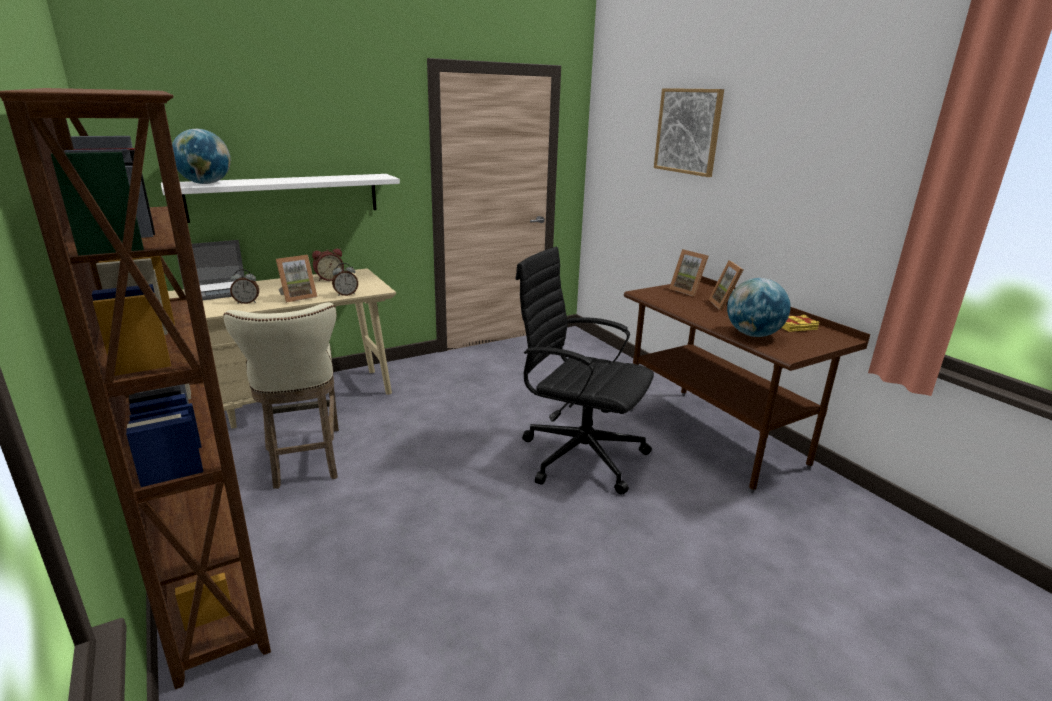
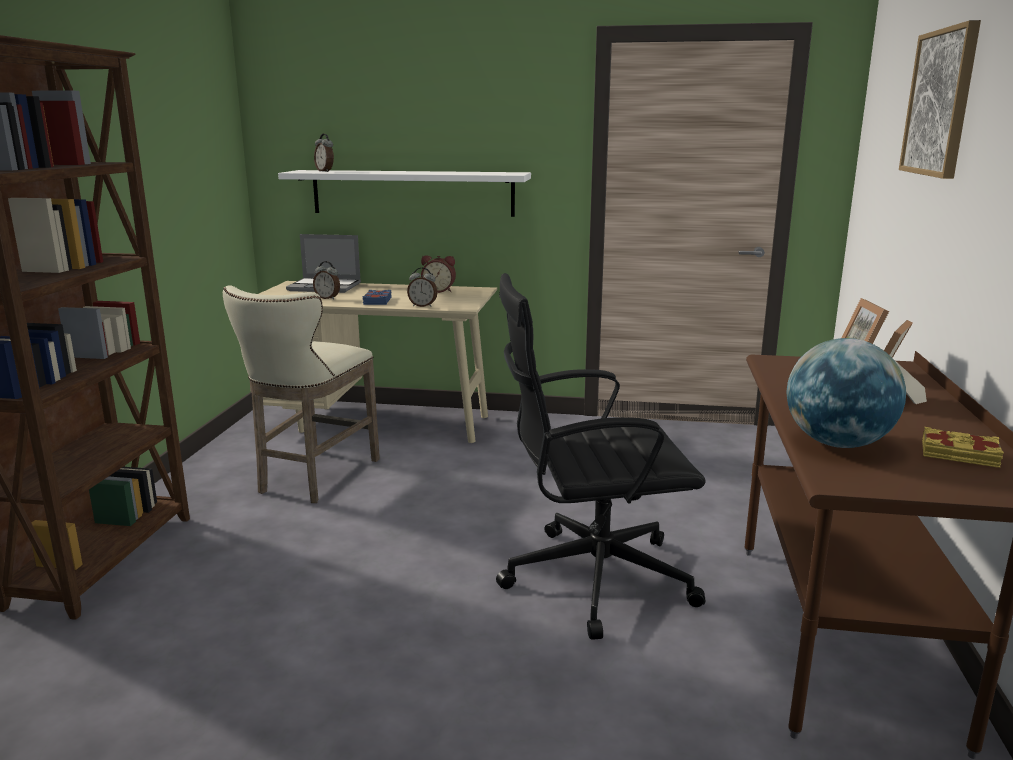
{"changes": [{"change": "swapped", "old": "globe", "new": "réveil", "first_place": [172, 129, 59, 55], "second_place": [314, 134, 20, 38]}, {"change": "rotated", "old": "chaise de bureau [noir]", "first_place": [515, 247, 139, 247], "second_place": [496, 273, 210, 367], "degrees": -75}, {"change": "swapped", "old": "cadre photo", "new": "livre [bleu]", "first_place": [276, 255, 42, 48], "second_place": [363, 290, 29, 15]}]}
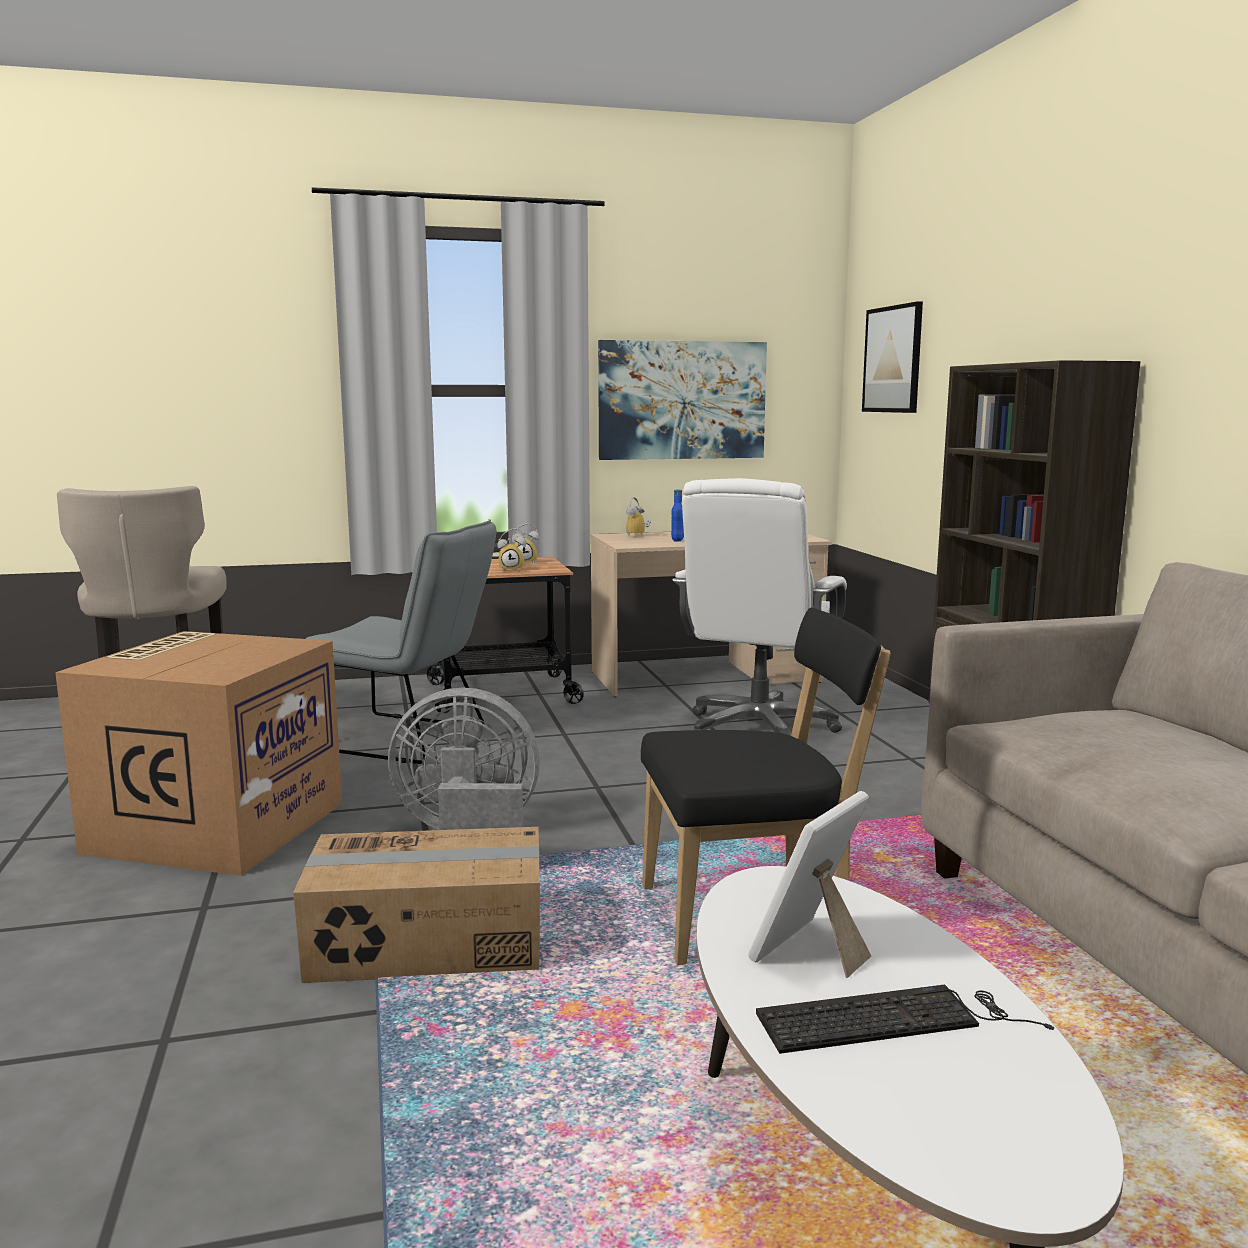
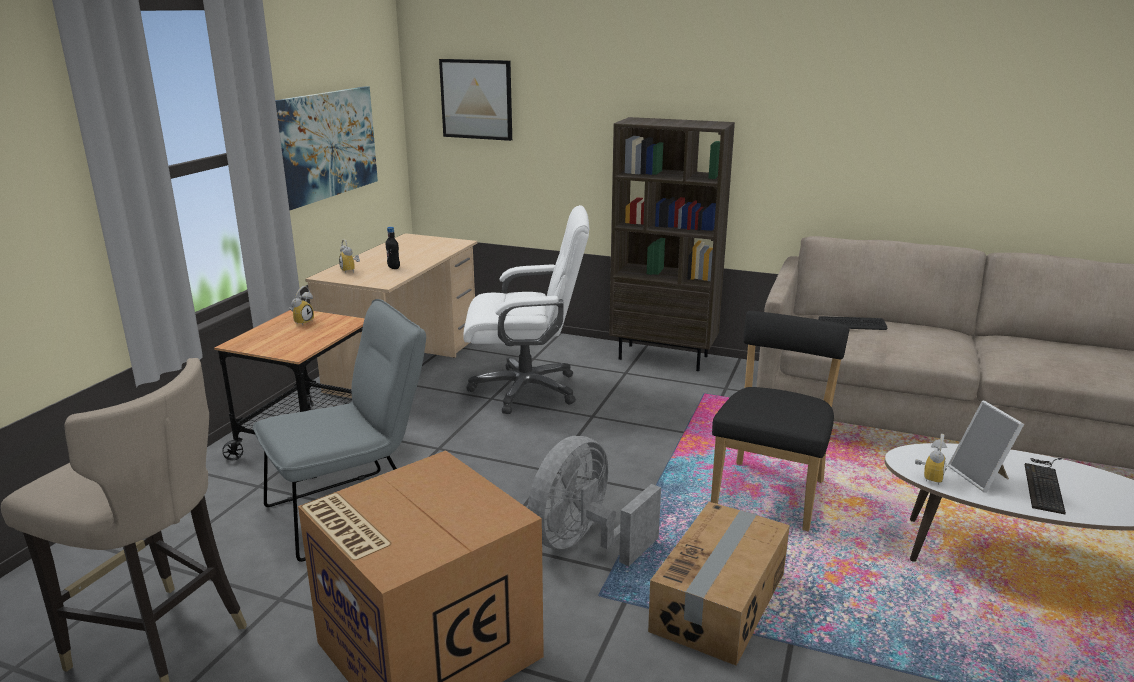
{"changes": [{"change": "rotated", "old": "chaise de bureau [blanc]", "first_place": [672, 478, 175, 258], "second_place": [463, 205, 126, 209], "degrees": -60}, {"change": "repainted", "old": "bouteille [bleu]", "new": "bouteille [noir]", "first_place": [671, 490, 13, 52], "second_place": [386, 227, 14, 42]}, {"change": "shifted", "old": "réveil", "first_place": [498, 528, 28, 44], "second_place": [915, 434, 32, 51]}, {"change": "new", "new": "clavier", "second_place": [818, 316, 69, 14]}]}
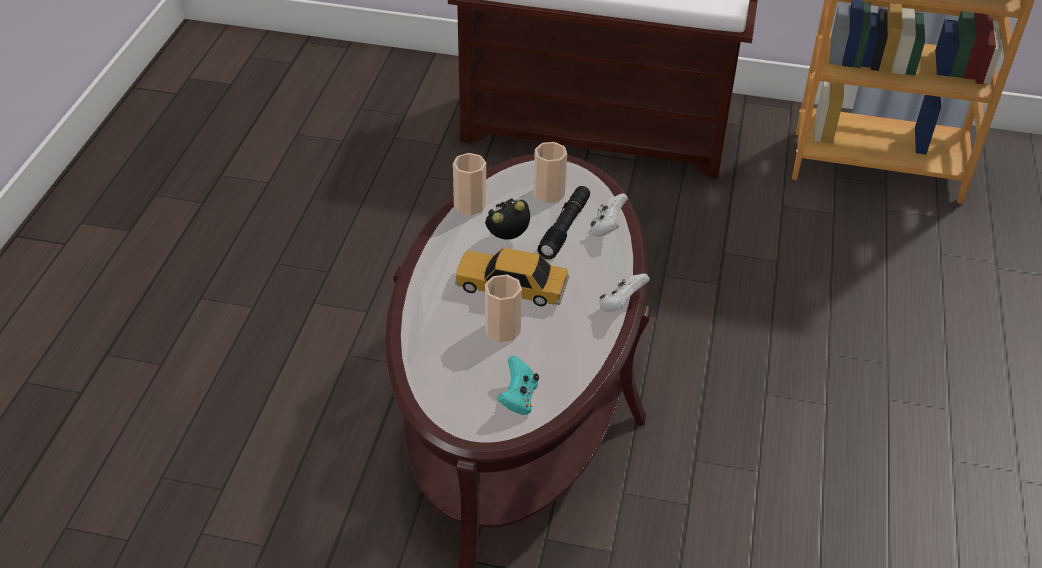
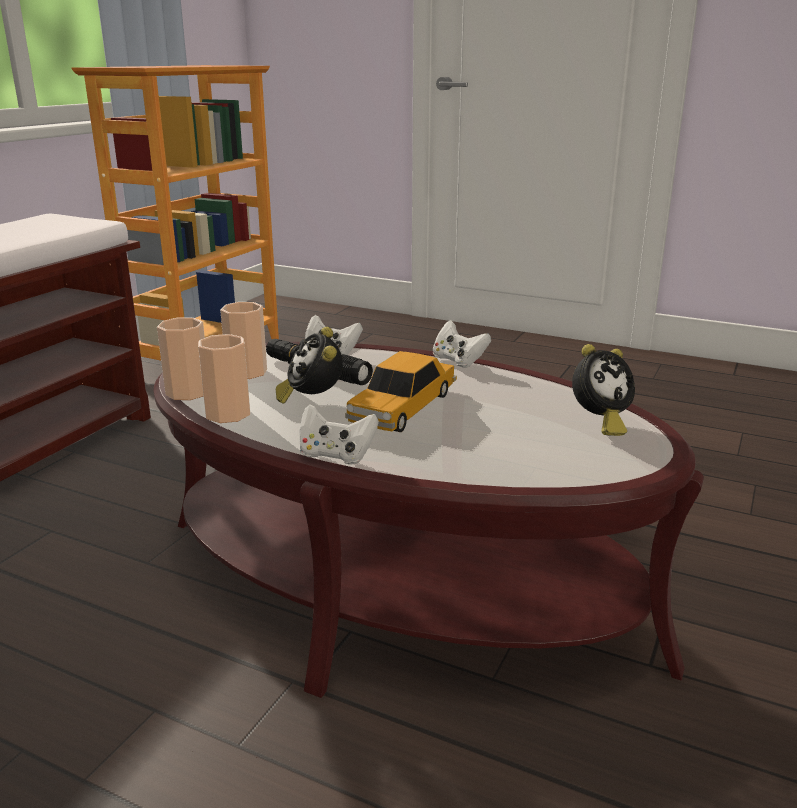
{"changes": [{"change": "shifted", "old": "tasse", "first_place": [485, 275, 37, 67], "second_place": [157, 318, 48, 82]}, {"change": "swapped", "old": "manette [turquoise]", "new": "réveil", "first_place": [497, 356, 42, 59], "second_place": [572, 344, 63, 92]}, {"change": "new", "new": "manette [blanc]", "second_place": [300, 404, 79, 61]}]}
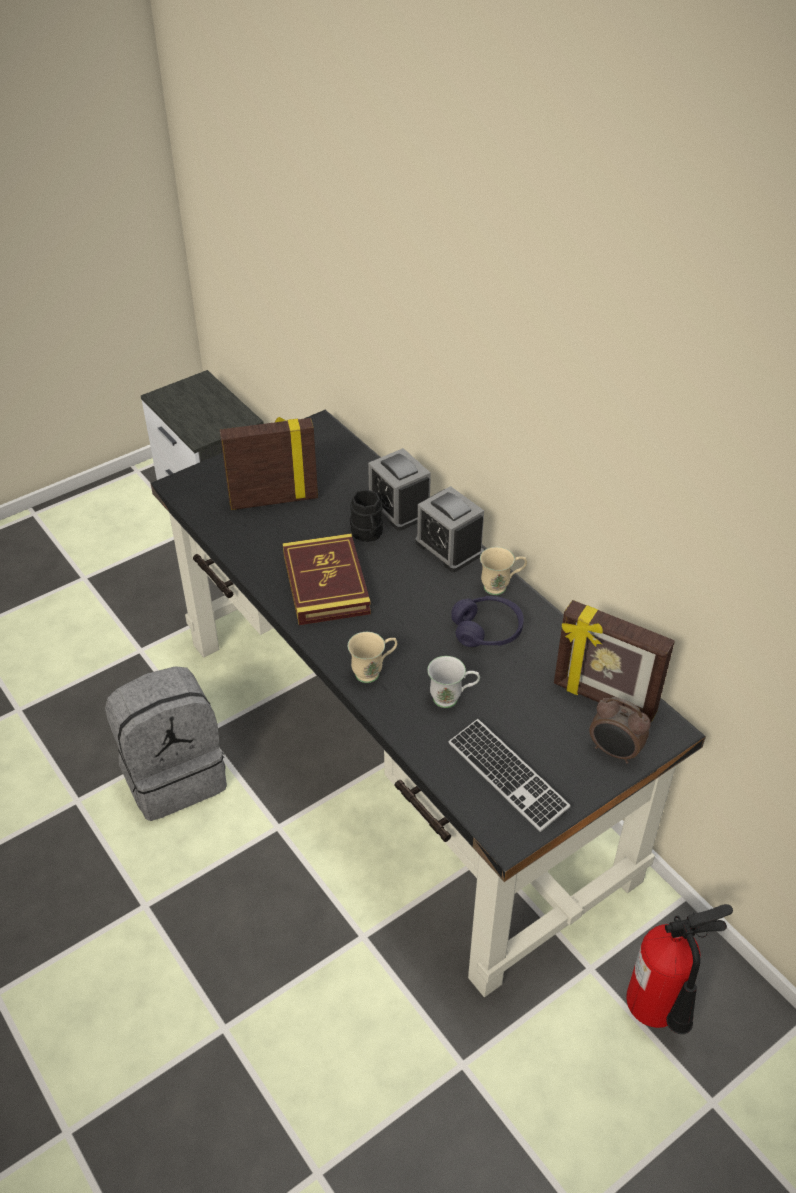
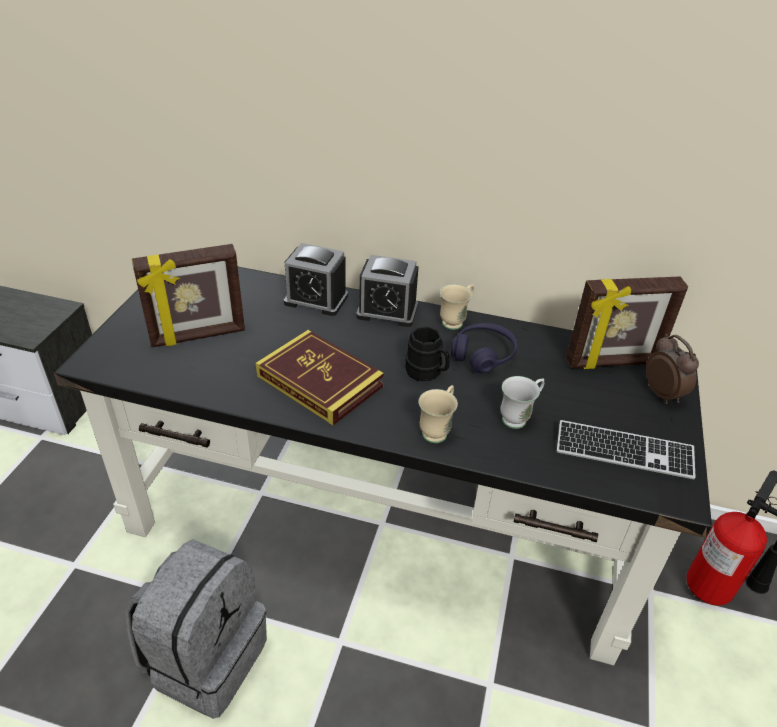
{"changes": [{"change": "rotated", "old": "cadre photo", "first_place": [220, 417, 98, 93], "second_place": [132, 244, 113, 104], "degrees": -150}, {"change": "shifted", "old": "mug [noir]", "first_place": [350, 490, 33, 52], "second_place": [405, 327, 45, 54]}, {"change": "rotated", "old": "réveil", "first_place": [589, 697, 62, 67], "second_place": [646, 334, 53, 70], "degrees": -105}]}
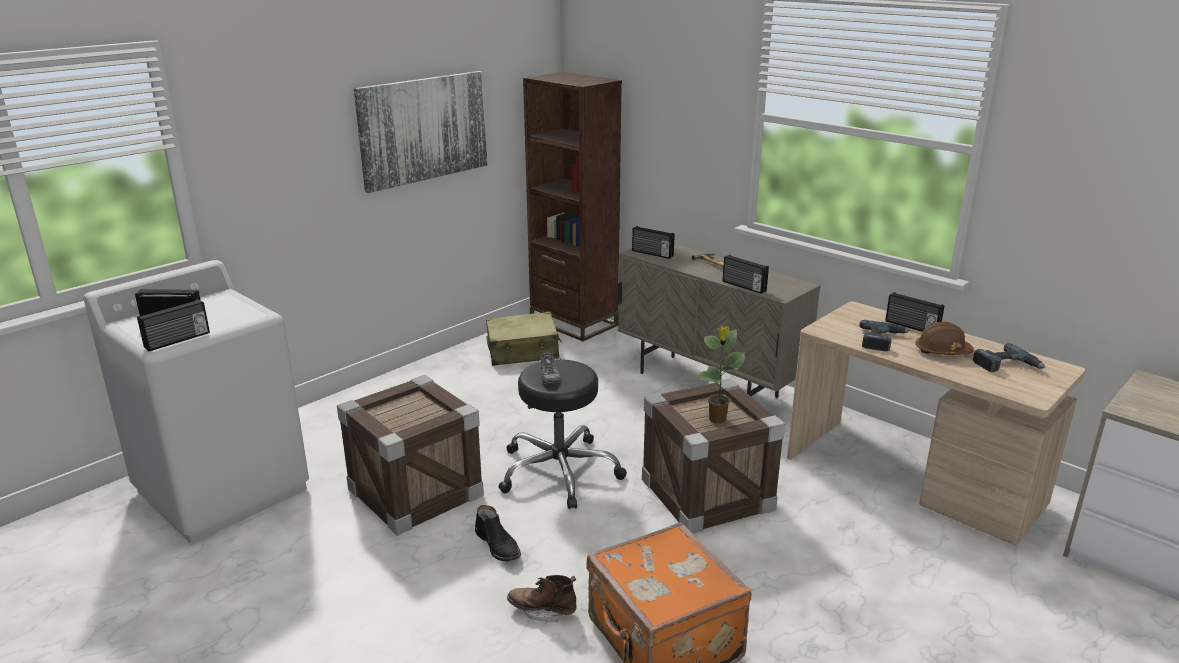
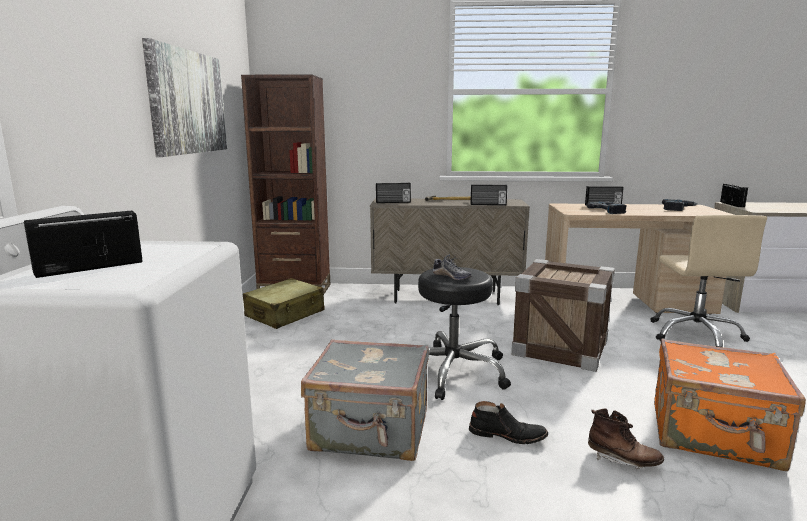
{"changes": [{"change": "shifted", "old": "radio", "first_place": [137, 299, 73, 52], "second_place": [720, 184, 28, 23]}, {"change": "gone", "old": "casque de chantier [marron]", "first_place": [916, 322, 58, 33]}, {"change": "gone", "old": "plante en pot", "first_place": [697, 326, 48, 97]}, {"change": "swapped", "old": "caisse", "new": "valise [gris]", "first_place": [337, 375, 147, 161], "second_place": [301, 339, 128, 122]}, {"change": "rotated", "old": "botte [marron]", "first_place": [507, 575, 70, 47], "second_place": [588, 409, 76, 60], "degrees": -120}, {"change": "new", "new": "chaise de bureau [beige]", "second_place": [650, 215, 117, 132]}]}
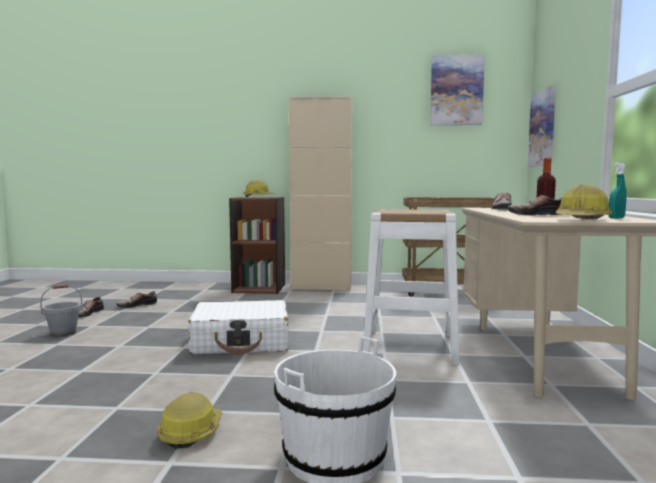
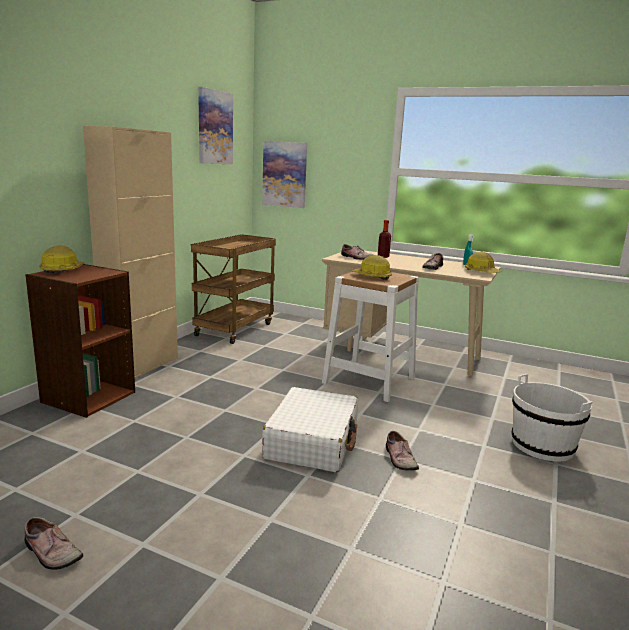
{"changes": [{"change": "gone", "old": "seau [gris]", "first_place": [40, 285, 43, 52]}, {"change": "shifted", "old": "chaussure", "first_place": [116, 291, 41, 17], "second_place": [386, 431, 33, 40]}, {"change": "shifted", "old": "casque de chantier", "first_place": [157, 392, 66, 57], "second_place": [352, 255, 40, 25]}]}
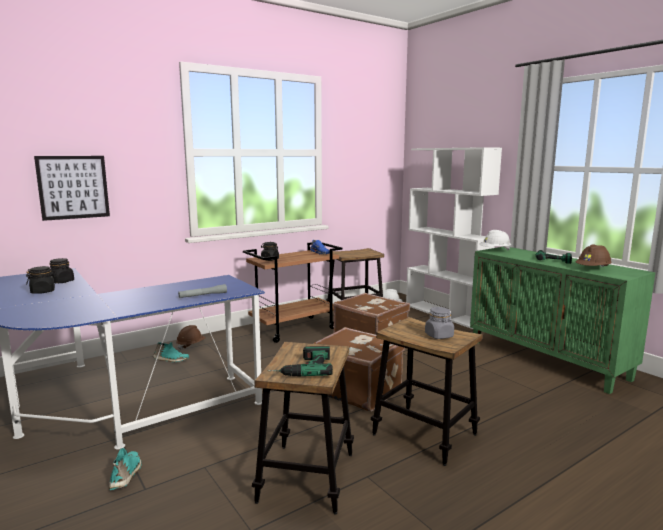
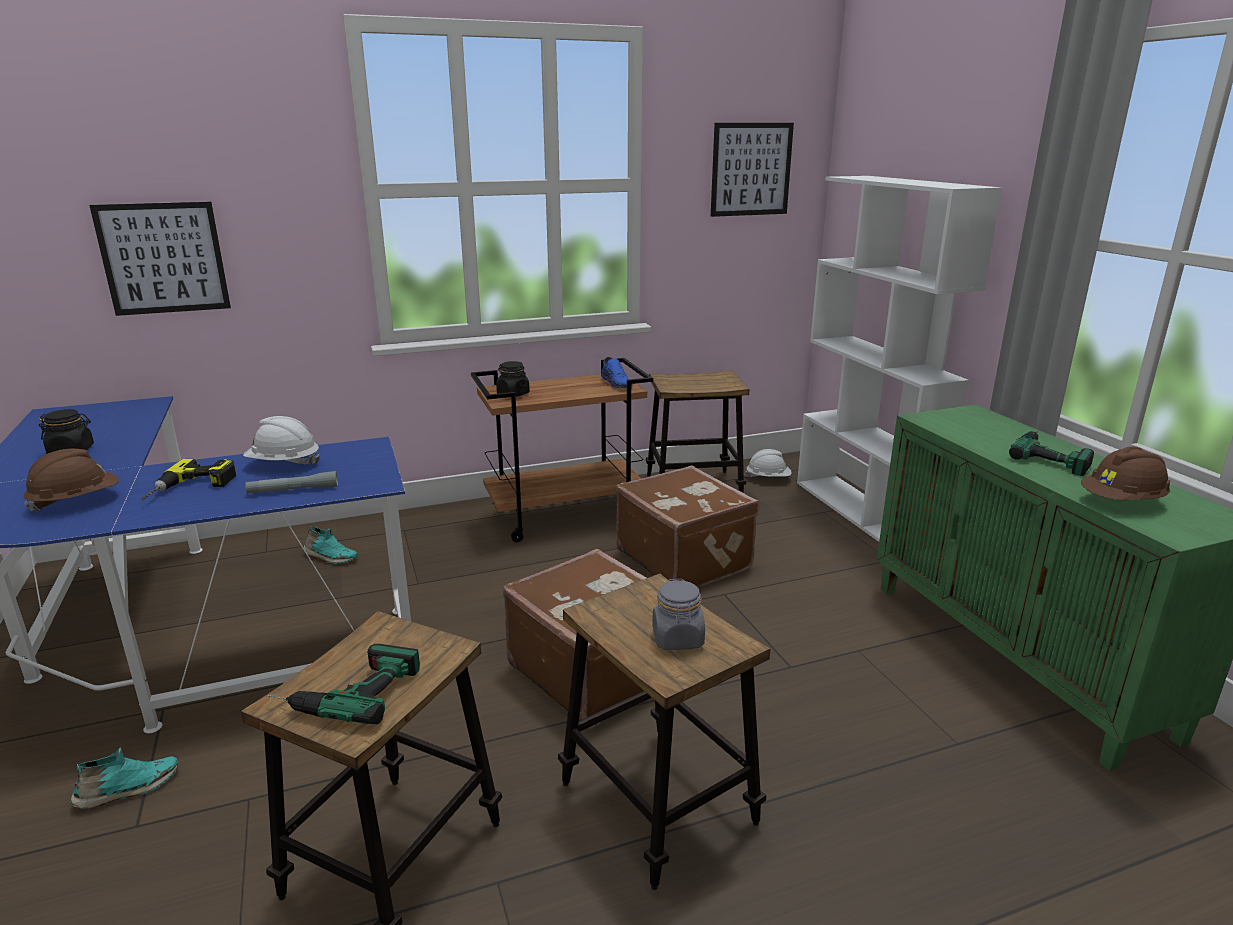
{"changes": [{"change": "shifted", "old": "casque de chantier [blanc]", "first_place": [479, 230, 32, 20], "second_place": [243, 416, 77, 49]}, {"change": "gone", "old": "bocal [noir]", "first_place": [49, 258, 25, 25]}, {"change": "shifted", "old": "casque de chantier [marron]", "first_place": [176, 325, 30, 25], "second_place": [24, 449, 95, 64]}, {"change": "rotated", "old": "chaussure [turquoise]", "first_place": [109, 448, 33, 42], "second_place": [70, 747, 108, 62], "degrees": 45}, {"change": "new", "new": "tableau", "second_place": [711, 123, 83, 94]}, {"change": "new", "new": "perceuse", "second_place": [141, 459, 95, 41]}]}
